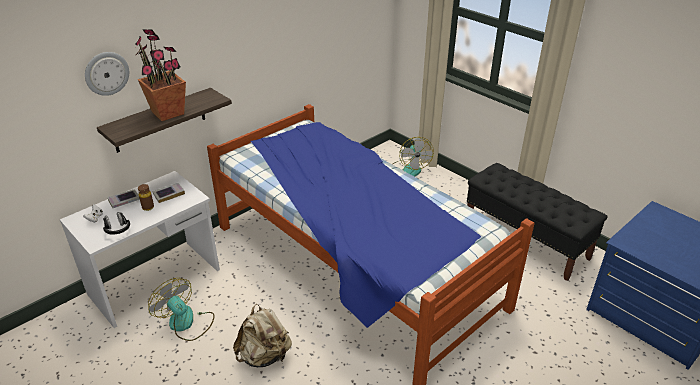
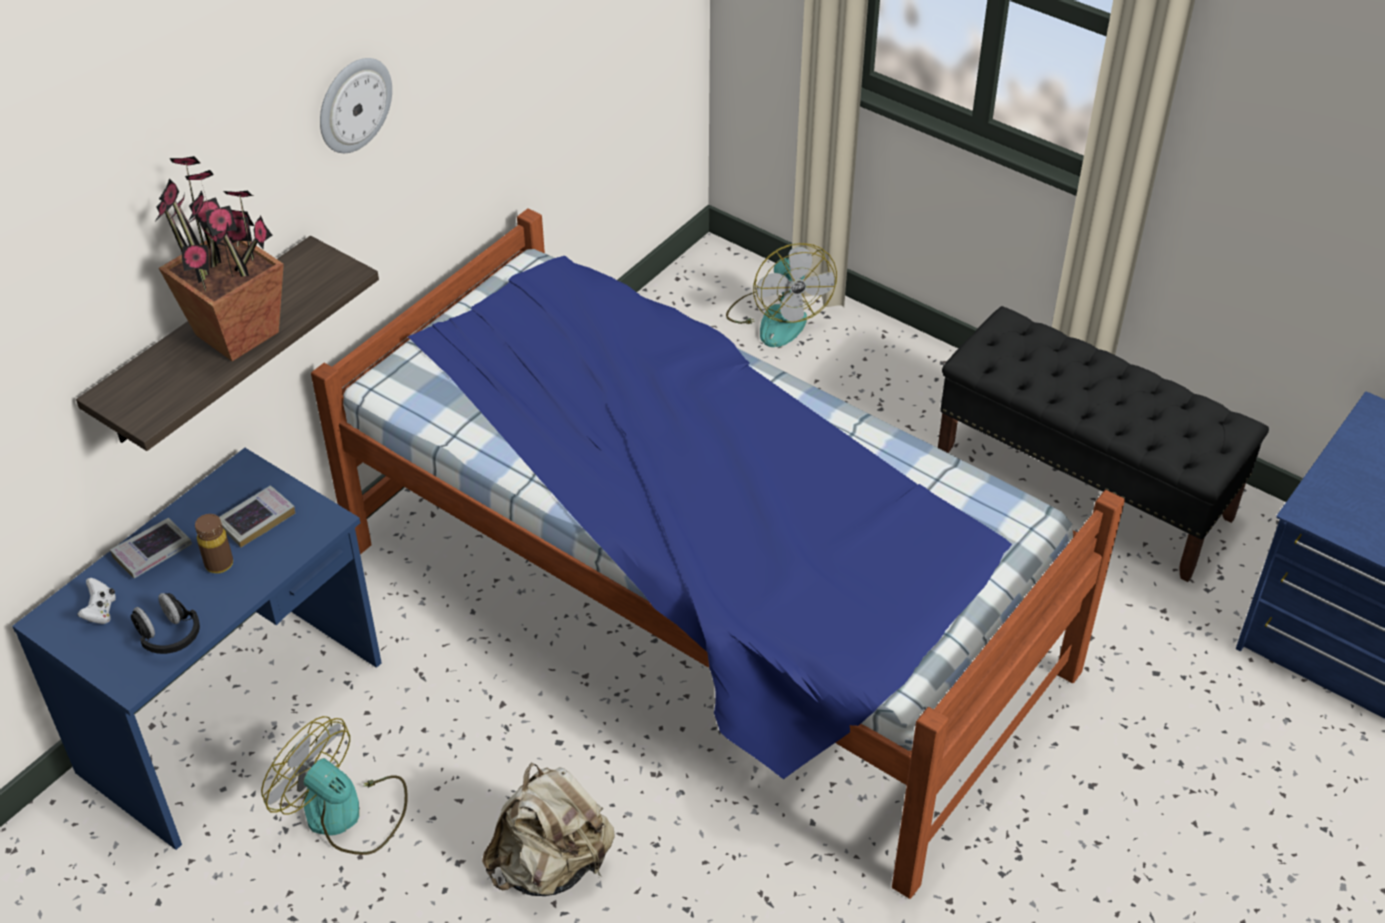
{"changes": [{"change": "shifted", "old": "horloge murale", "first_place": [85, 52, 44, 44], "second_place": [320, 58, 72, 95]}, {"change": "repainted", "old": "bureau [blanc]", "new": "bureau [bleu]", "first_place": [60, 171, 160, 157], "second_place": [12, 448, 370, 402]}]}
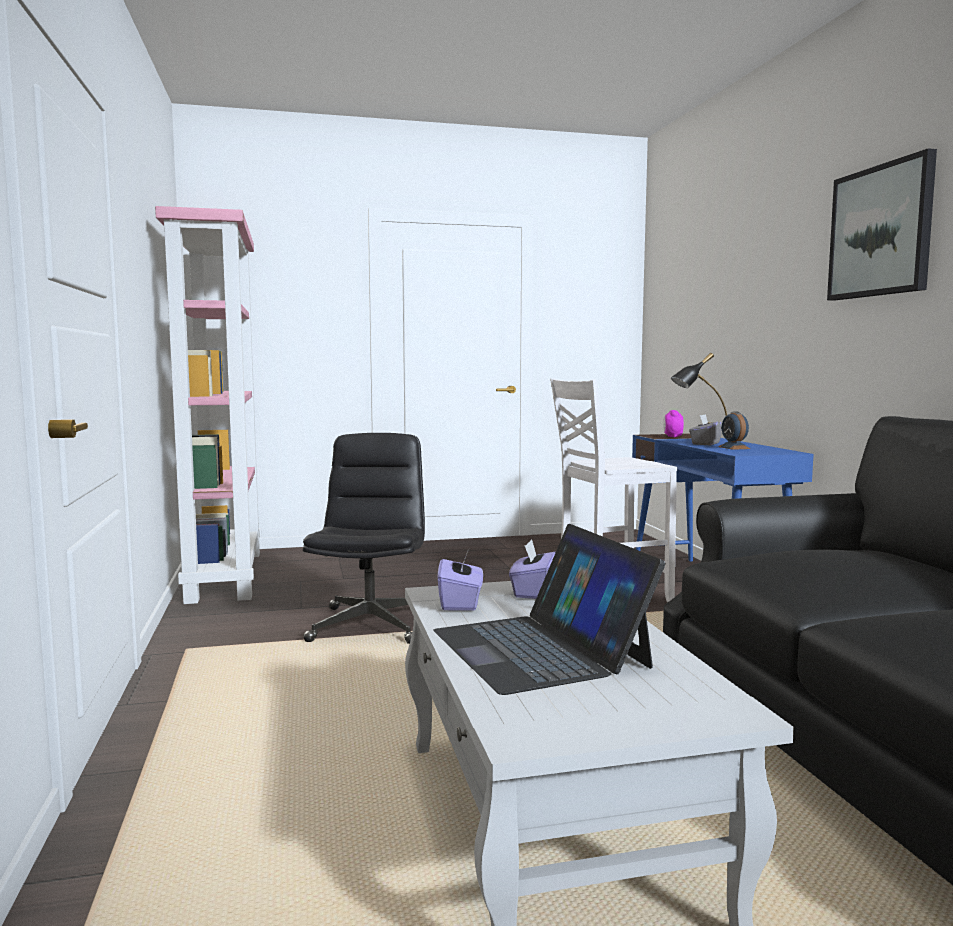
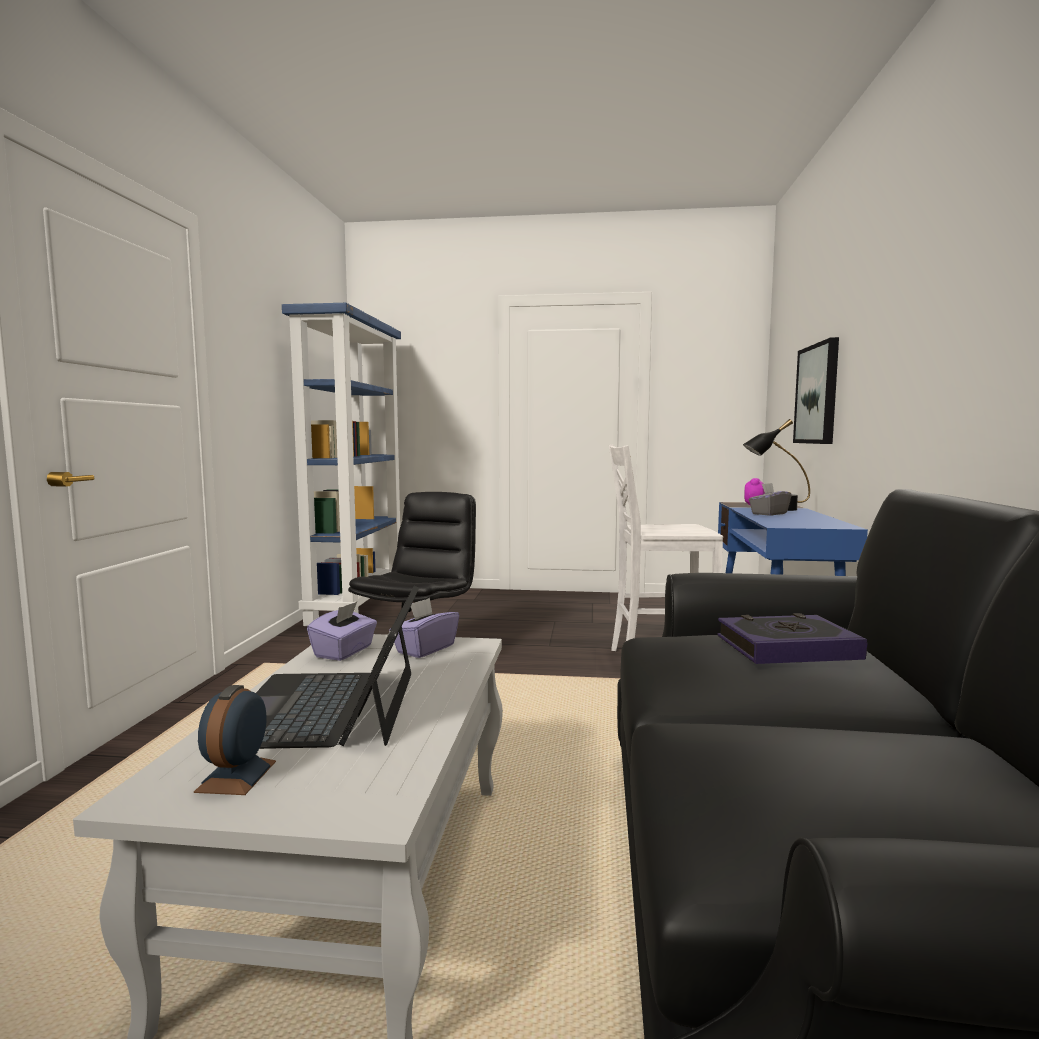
{"changes": [{"change": "shifted", "old": "tableau", "first_place": [827, 148, 110, 153], "second_place": [793, 337, 46, 107]}, {"change": "repainted", "old": "bibliothèque [rose]", "new": "bibliothèque [bleu]", "first_place": [155, 206, 107, 398], "second_place": [282, 303, 119, 323]}, {"change": "shifted", "old": "réveil", "first_place": [718, 412, 32, 38], "second_place": [194, 685, 82, 110]}, {"change": "new", "new": "livre", "second_place": [717, 613, 150, 51]}]}
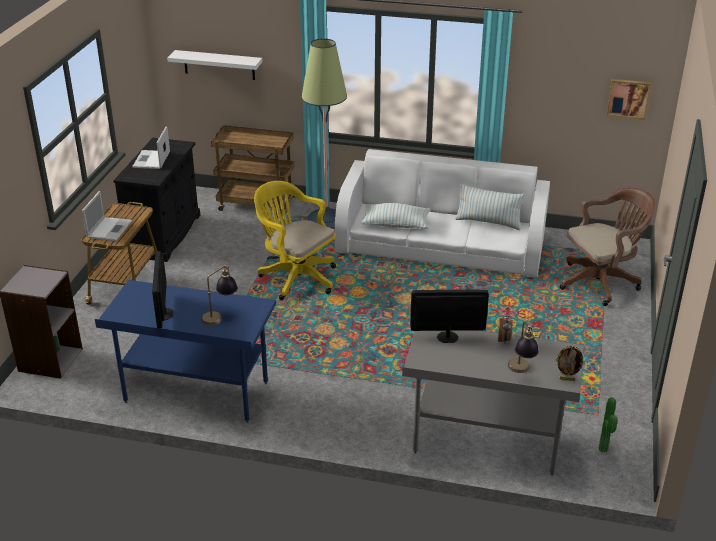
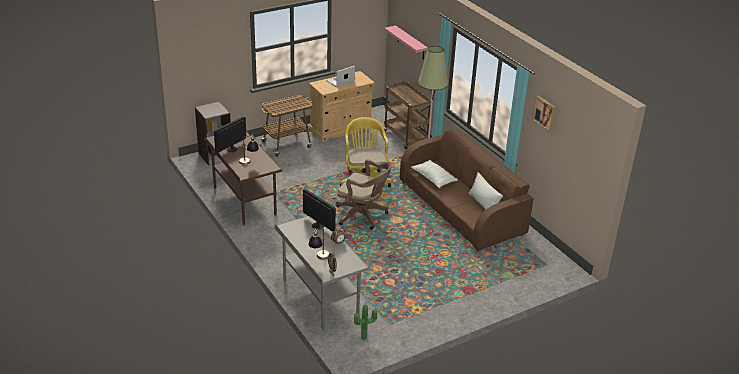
{"changes": [{"change": "repainted", "old": "étagère [blanc]", "new": "étagère [rose]", "first_place": [167, 50, 96, 30], "second_place": [384, 25, 44, 35]}, {"change": "shifted", "old": "tableau", "first_place": [607, 79, 44, 41], "second_place": [532, 96, 24, 36]}, {"change": "repainted", "old": "meuble de rangement [noir]", "new": "meuble de rangement [beige]", "first_place": [113, 138, 87, 124], "second_place": [309, 71, 66, 71]}, {"change": "repainted", "old": "canapé [blanc]", "new": "canapé [marron]", "first_place": [335, 149, 215, 130], "second_place": [400, 129, 133, 122]}, {"change": "shifted", "old": "chaise de bureau [marron]", "first_place": [560, 187, 95, 119], "second_place": [336, 159, 56, 71]}, {"change": "gone", "old": "ordinateur portable", "first_place": [82, 191, 50, 50]}, {"change": "repainted", "old": "bureau [bleu]", "new": "bureau [marron]", "first_place": [95, 280, 181, 143], "second_place": [204, 131, 78, 95]}]}
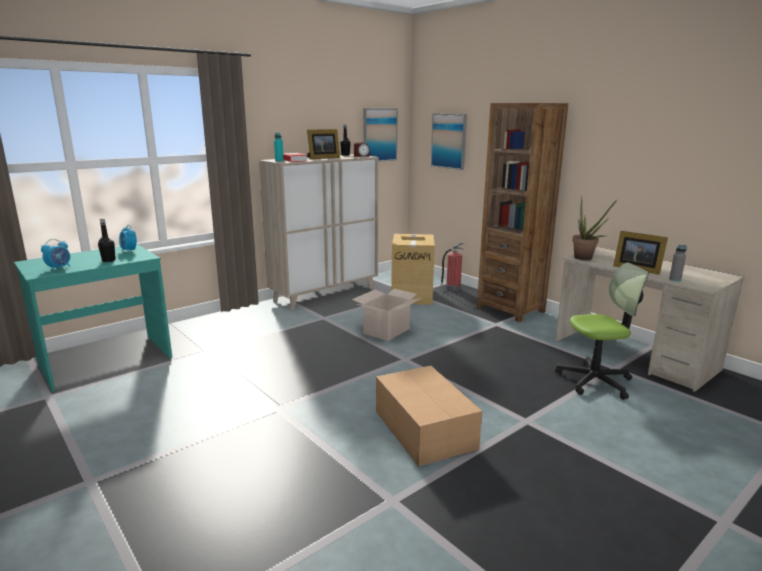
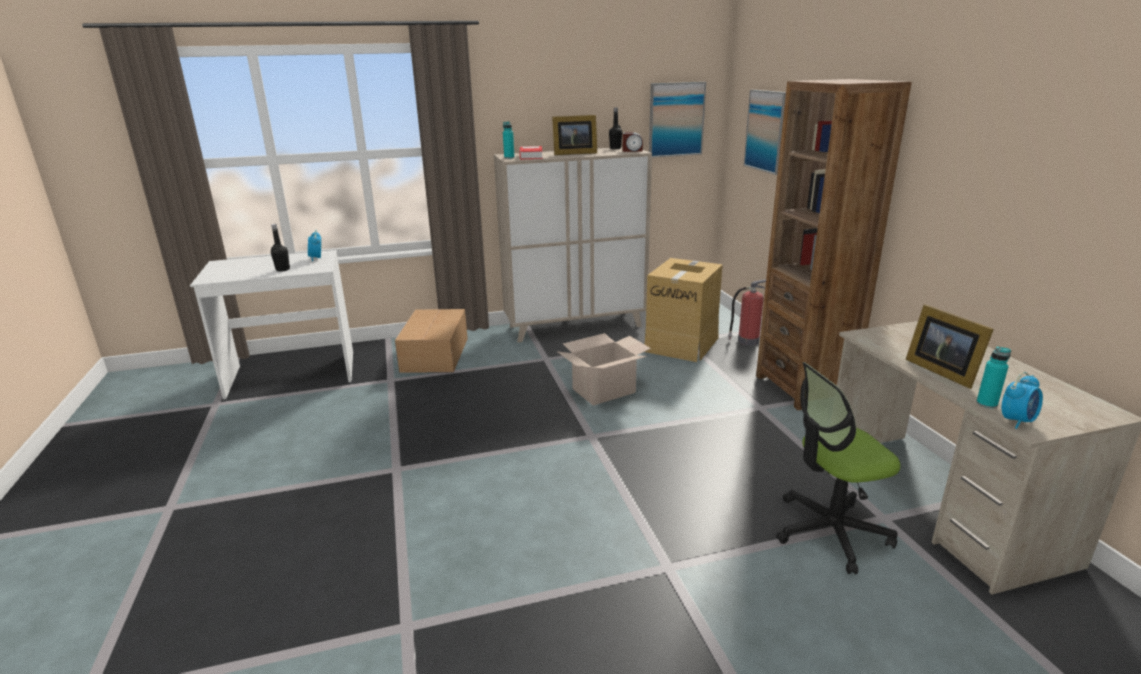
{"changes": [{"change": "gone", "old": "plante en pot", "first_place": [572, 195, 46, 65]}, {"change": "shifted", "old": "réveil", "first_place": [41, 239, 30, 32], "second_place": [1002, 372, 41, 57]}, {"change": "repainted", "old": "bureau [turquoise]", "new": "bureau [blanc]", "first_place": [14, 244, 159, 148], "second_place": [190, 250, 163, 149]}, {"change": "repainted", "old": "bouteille [gris]", "new": "bouteille [turquoise]", "first_place": [669, 245, 18, 37], "second_place": [976, 346, 35, 63]}, {"change": "rotated", "old": "chaise de bureau", "first_place": [555, 263, 94, 137], "second_place": [776, 362, 124, 212], "degrees": 150}, {"change": "shifted", "old": "carton", "first_place": [376, 366, 106, 101], "second_place": [395, 309, 73, 64]}]}
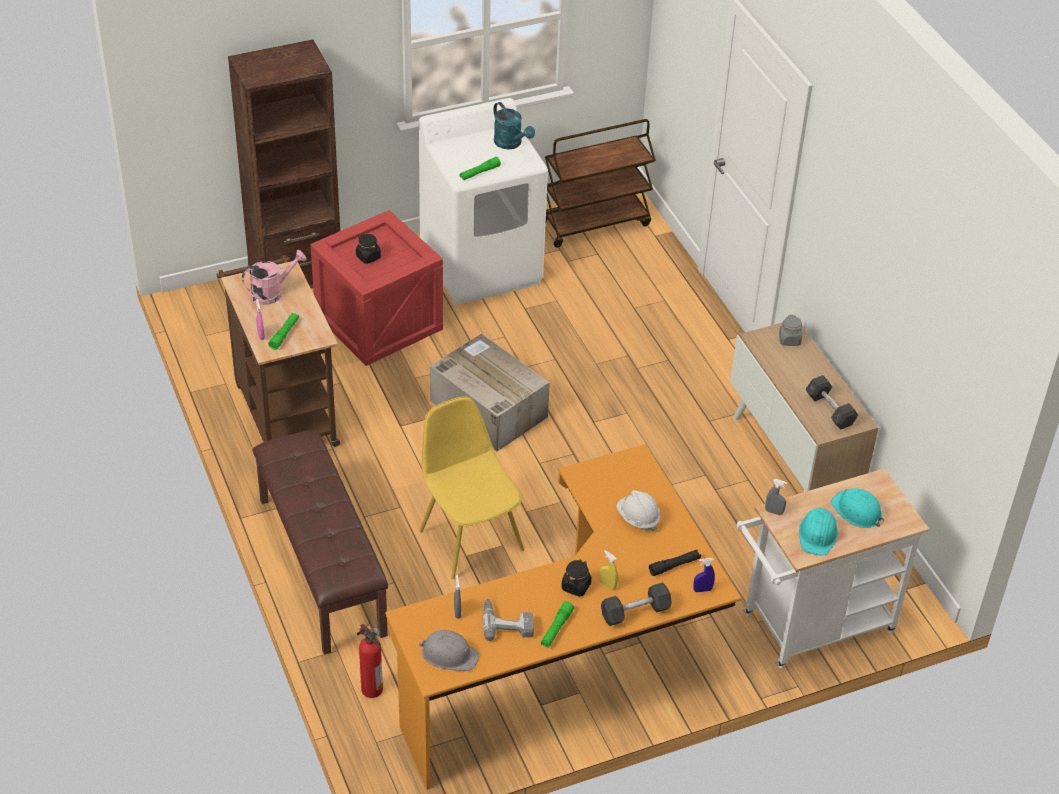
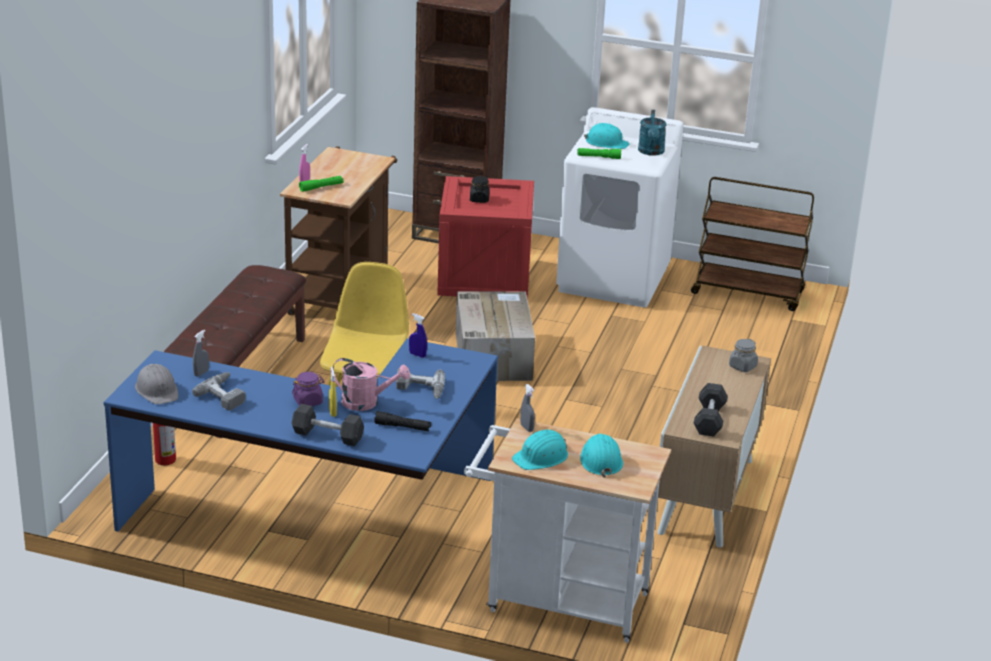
{"changes": [{"change": "shifted", "old": "arrosoir [rose]", "first_place": [242, 250, 64, 55], "second_place": [333, 358, 77, 53]}, {"change": "repainted", "old": "bureau [orange]", "new": "bureau [bleu]", "first_place": [385, 444, 356, 346], "second_place": [103, 338, 395, 194]}, {"change": "swapped", "old": "casque de chantier [blanc]", "new": "perceuse", "first_place": [616, 490, 45, 42], "second_place": [396, 368, 49, 31]}, {"change": "shifted", "old": "vaporisateur [bleu]", "first_place": [693, 558, 22, 34], "second_place": [409, 313, 18, 45]}, {"change": "repainted", "old": "bocal [noir]", "new": "bocal [violet]", "first_place": [561, 559, 30, 38], "second_place": [292, 372, 33, 34]}, {"change": "gone", "old": "lampe de poche [vert]", "first_place": [541, 601, 33, 47]}, {"change": "new", "new": "casque de chantier [turquoise]", "second_place": [584, 123, 46, 26]}]}
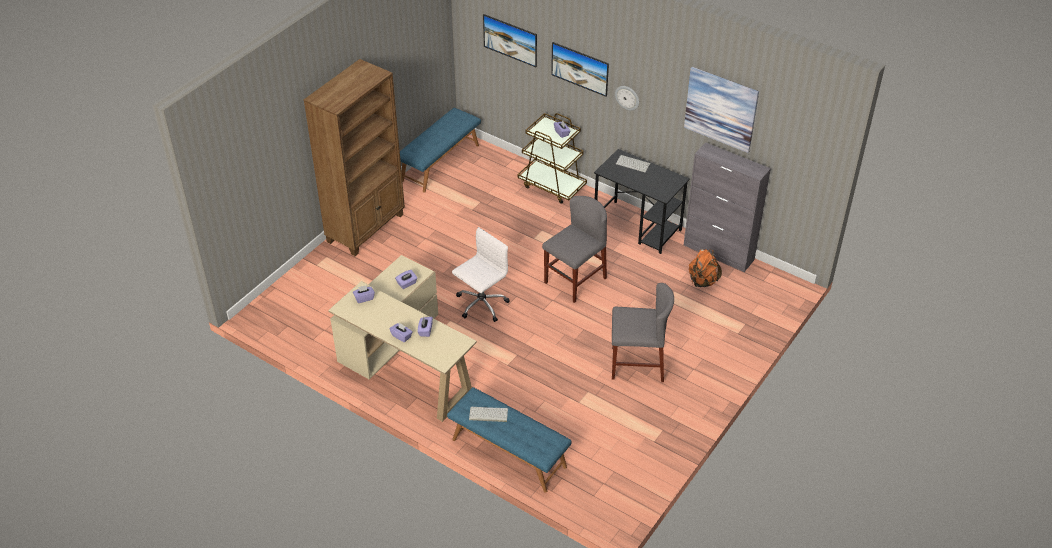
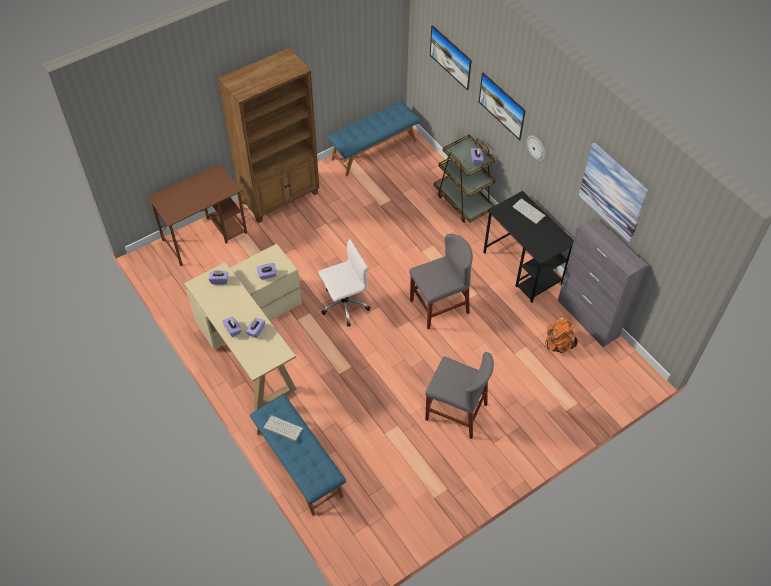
{"changes": [{"change": "new", "new": "bureau [marron]", "second_place": [148, 164, 99, 102]}]}
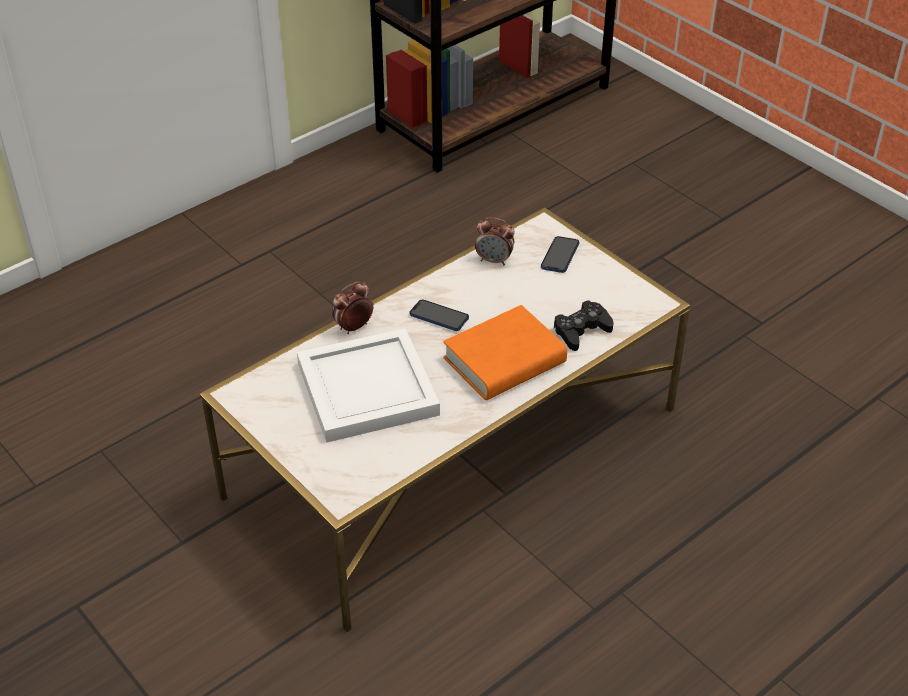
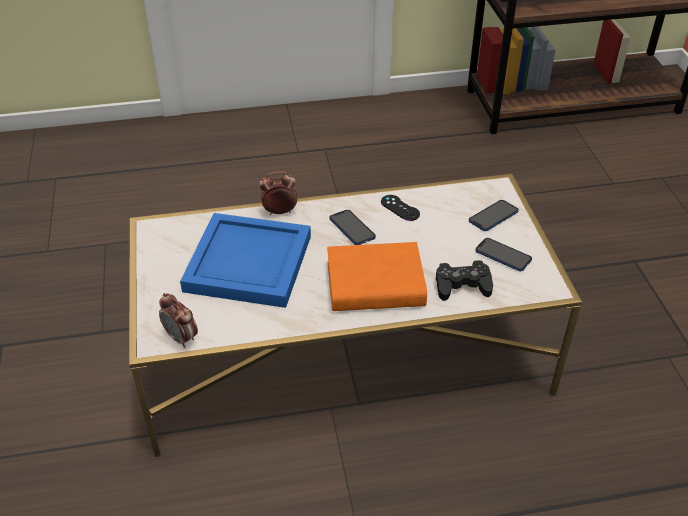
{"changes": [{"change": "shifted", "old": "réveil", "first_place": [475, 217, 40, 48], "second_place": [159, 293, 39, 55]}, {"change": "repainted", "old": "plateau [blanc]", "new": "plateau [bleu]", "first_place": [297, 328, 143, 115], "second_place": [180, 213, 131, 95]}, {"change": "new", "new": "manette [noir]", "second_place": [381, 195, 39, 26]}, {"change": "new", "new": "téléphone", "second_place": [475, 238, 57, 33]}]}
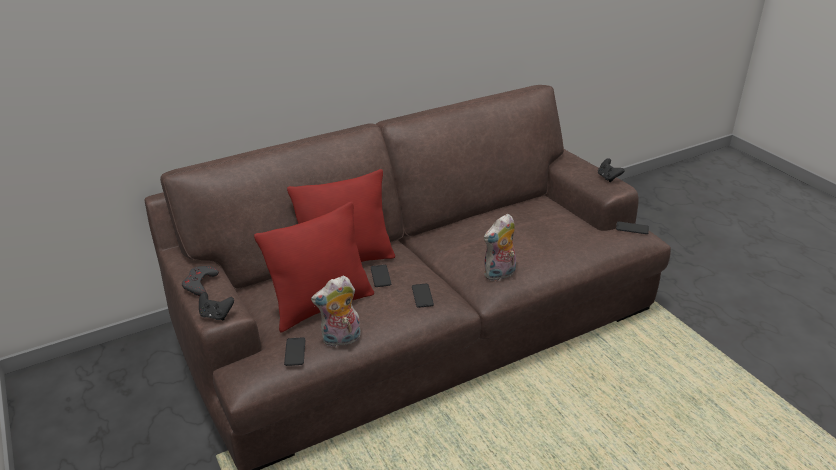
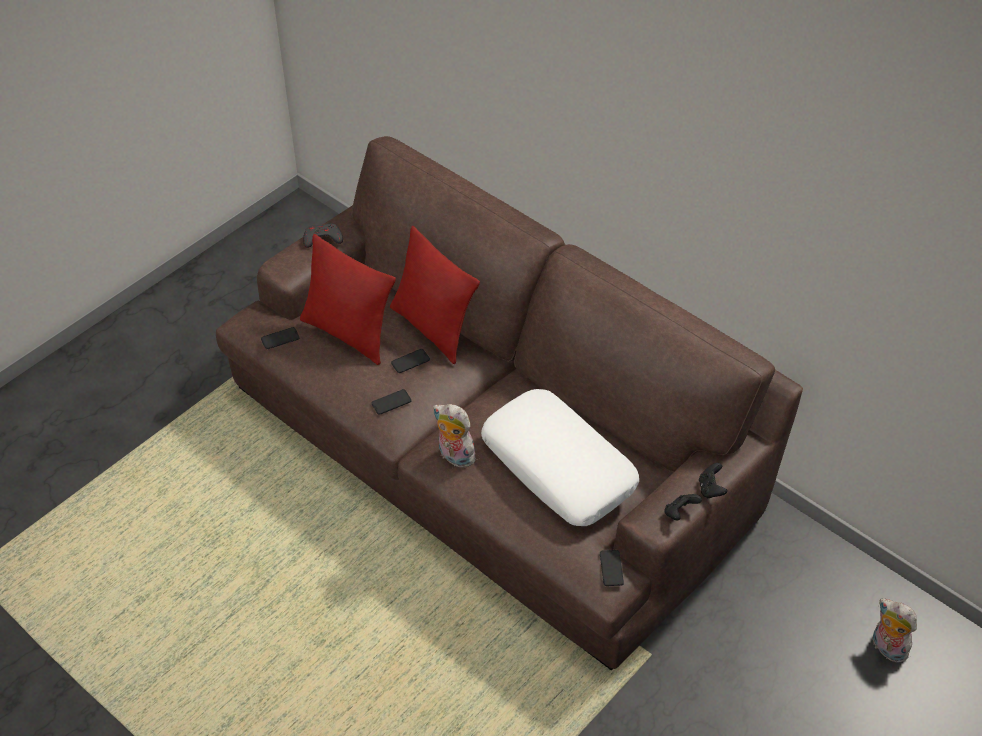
{"changes": [{"change": "shifted", "old": "peluche", "first_place": [311, 276, 50, 71], "second_place": [873, 598, 44, 65]}, {"change": "shifted", "old": "manette [noir]", "first_place": [199, 292, 35, 28], "second_place": [699, 463, 28, 35]}, {"change": "new", "new": "coussin [blanc]", "second_place": [481, 389, 158, 137]}]}
